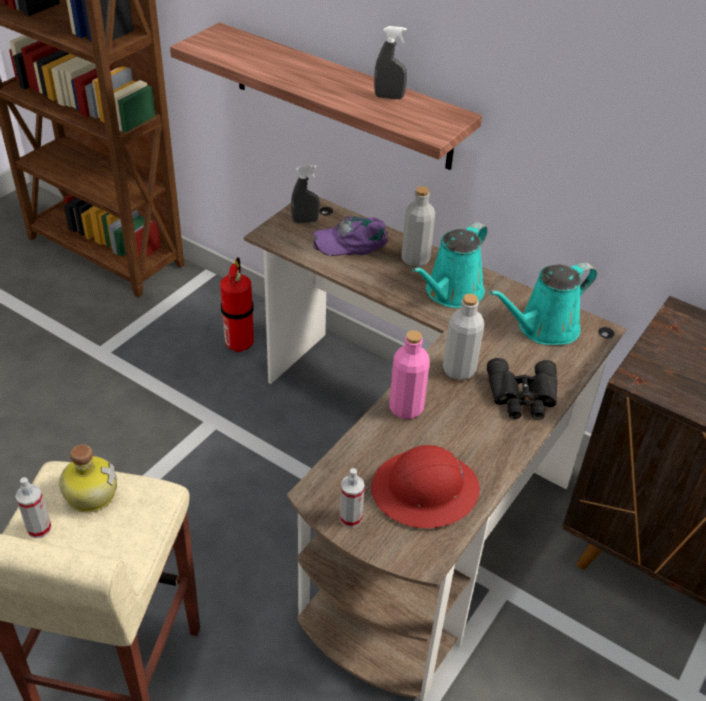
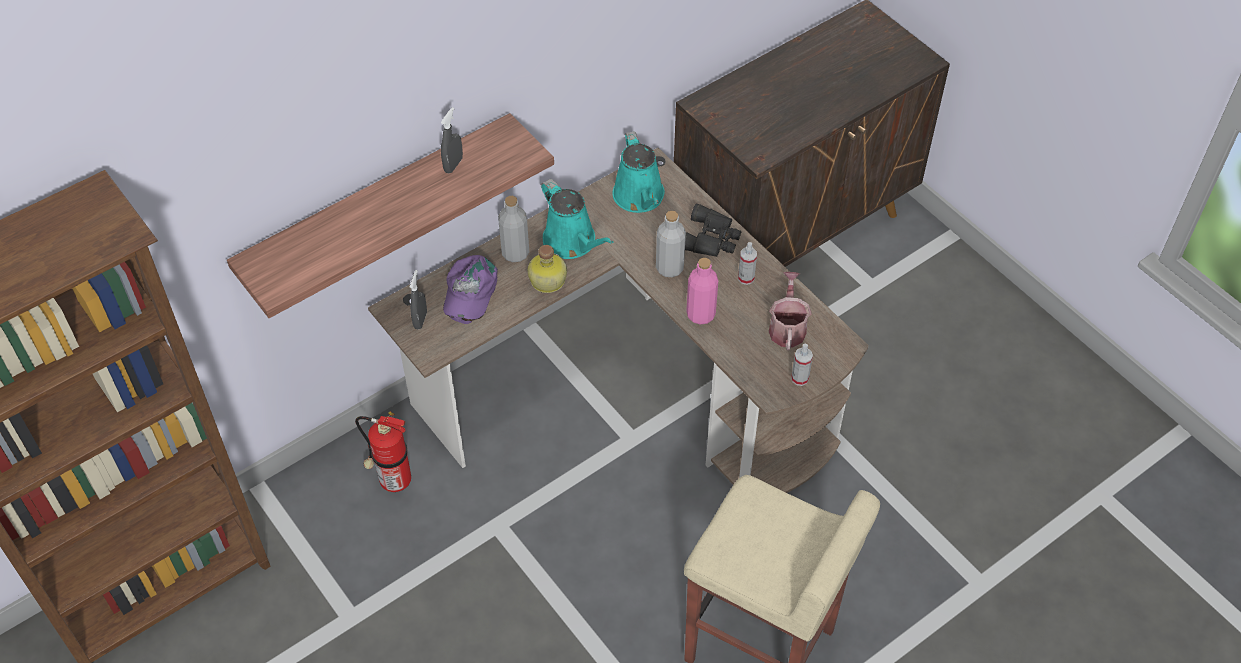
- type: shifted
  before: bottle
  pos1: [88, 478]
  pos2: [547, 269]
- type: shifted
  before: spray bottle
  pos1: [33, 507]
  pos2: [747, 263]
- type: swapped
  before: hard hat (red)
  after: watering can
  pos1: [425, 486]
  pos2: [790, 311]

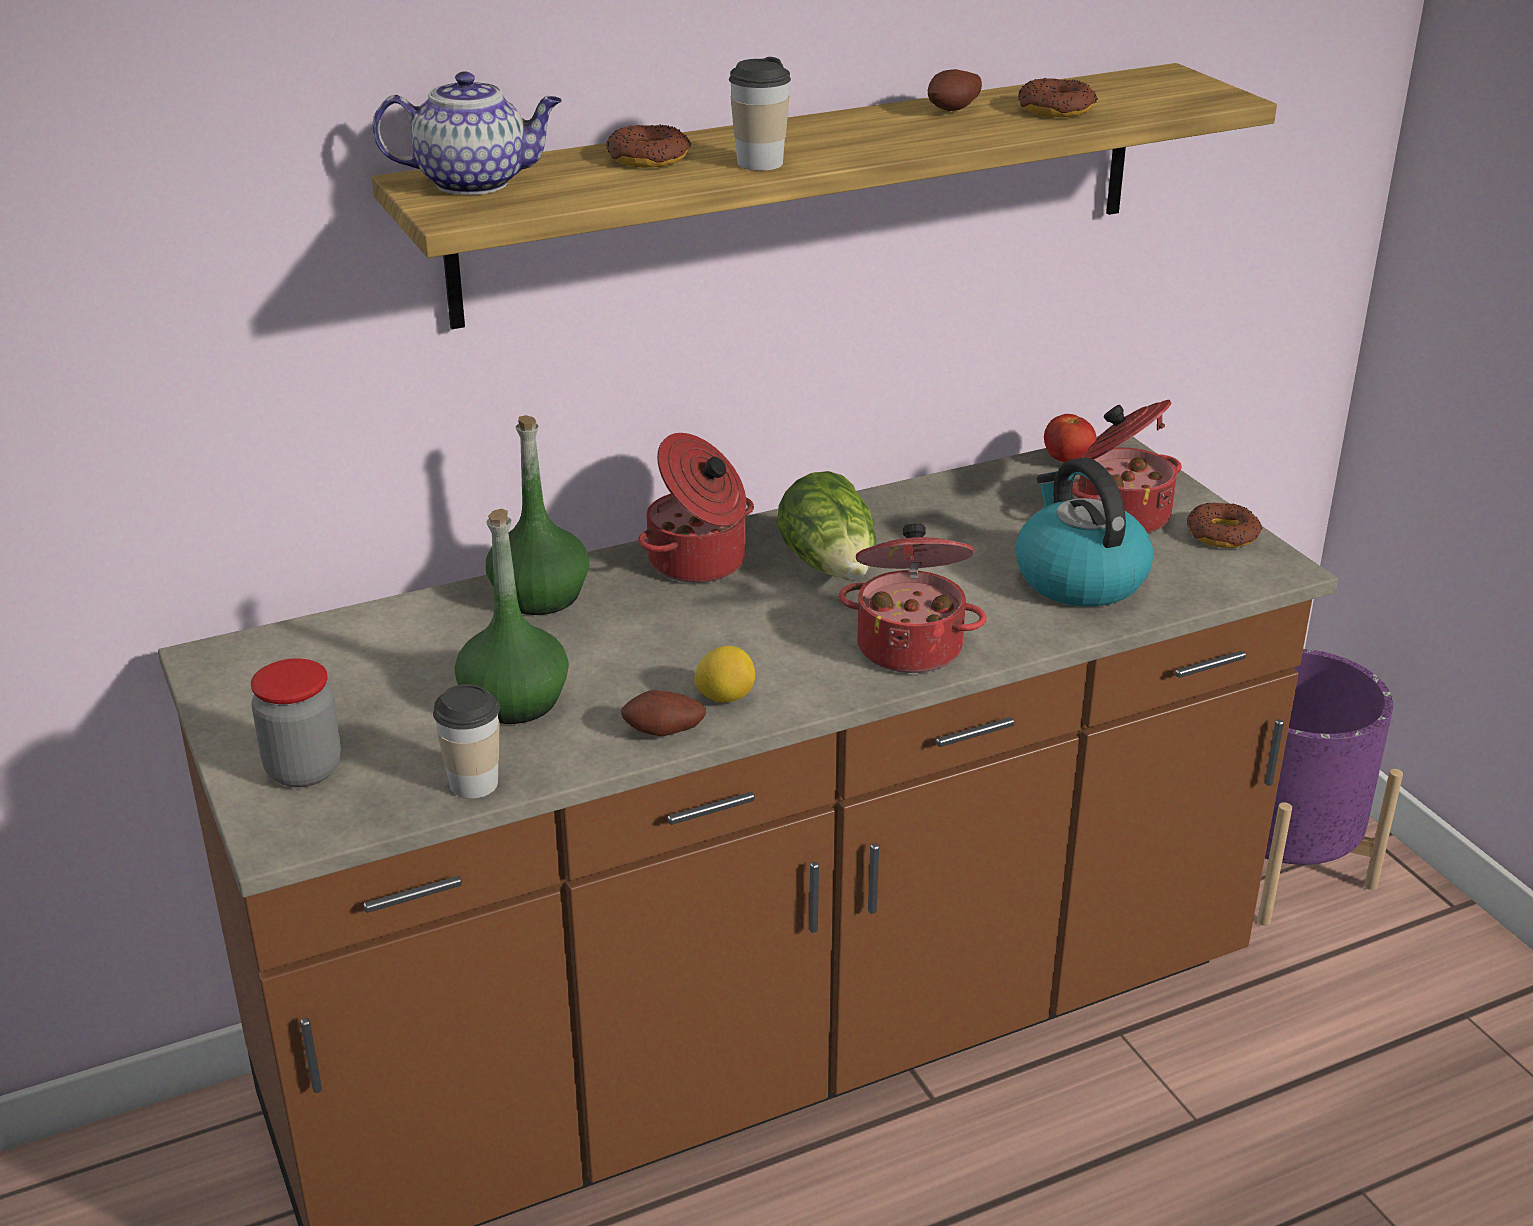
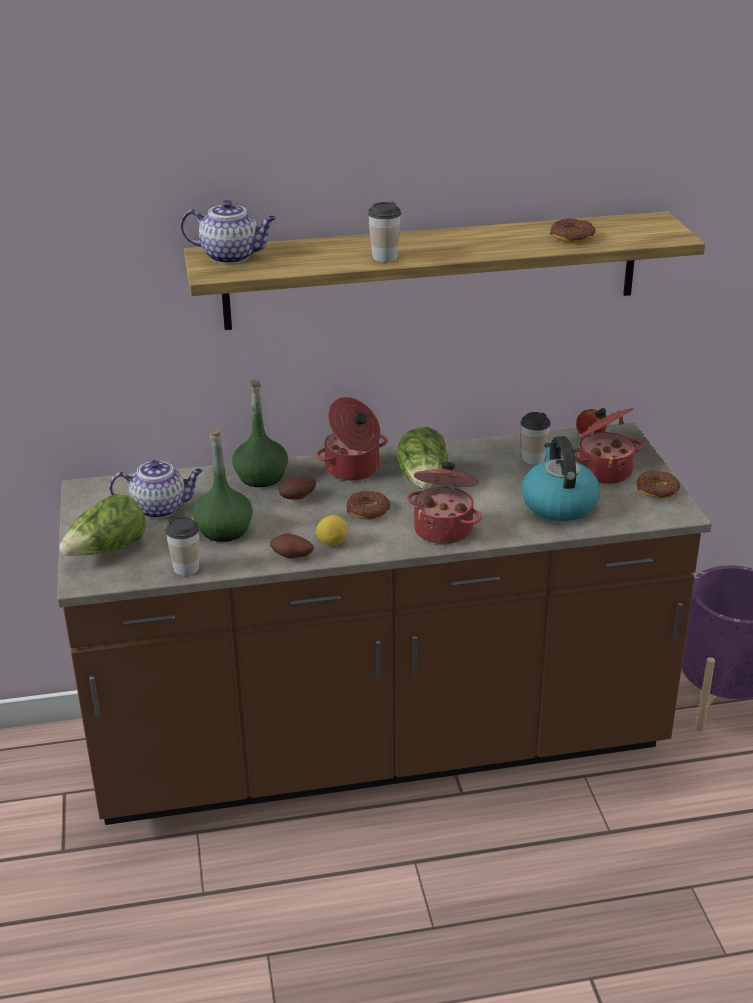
- type: swapped
  before: jar
  after: lettuce
  pos1: [296, 723]
  pos2: [102, 525]
- type: new
  after: teapot
  pos2: [156, 489]
- type: shifted
  before: potato
  pos1: [955, 90]
  pos2: [297, 488]
- type: shifted
  before: donut
  pos1: [648, 146]
  pos2: [368, 505]
- type: new
  after: cup
  pos2: [536, 438]

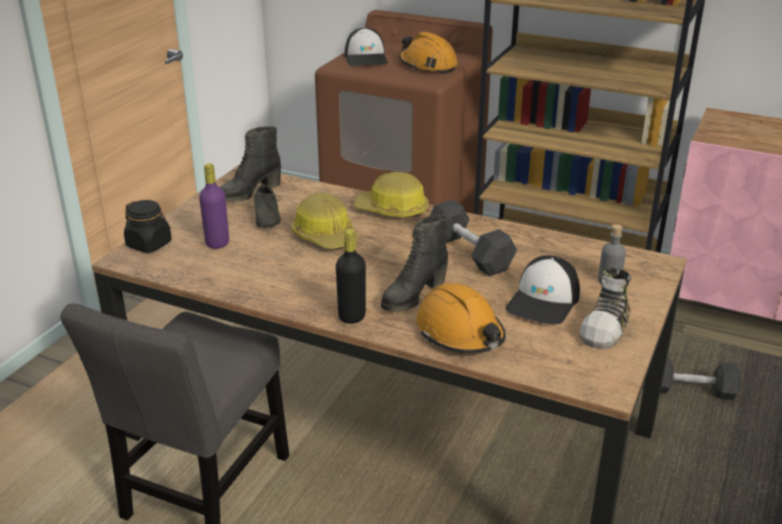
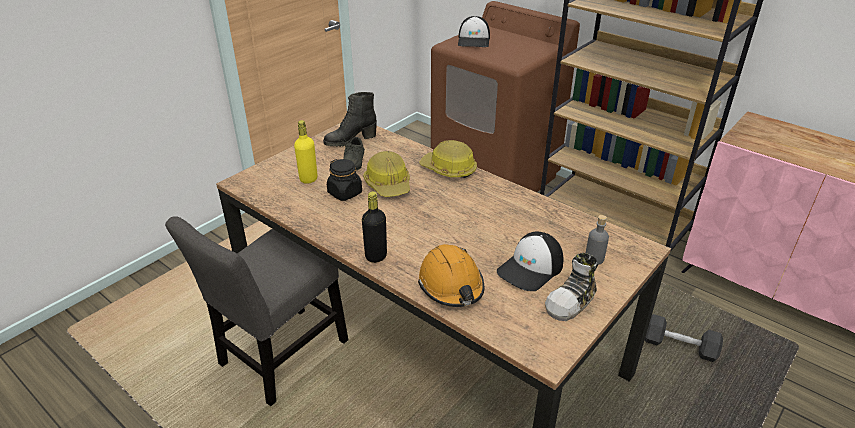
- type: repainted
  before: bottle (purple)
  after: bottle (yellow)
  pos1: [214, 206]
  pos2: [305, 152]
- type: shifted
  before: jar (black)
  pos1: [148, 226]
  pos2: [344, 180]
- type: gone
  before: boot (black)
  pos1: [414, 263]
- type: gone
  before: hard hat (orange)
  pos1: [428, 53]
- type: gone
  before: dumbbell (black)
  pos1: [473, 238]

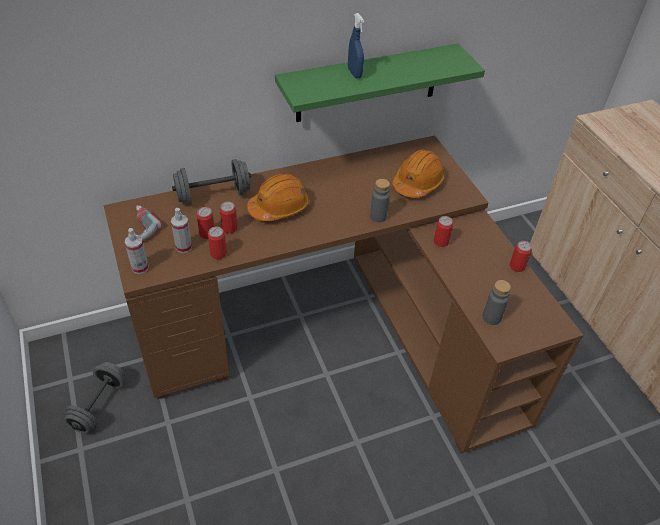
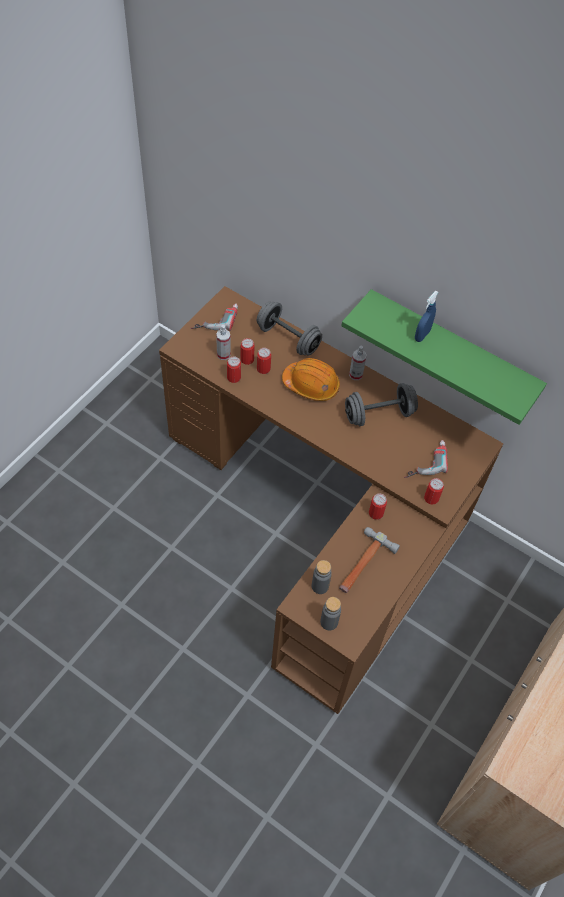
- type: shifted
  before: bottle (grey)
  pos1: [380, 200]
  pos2: [330, 613]
- type: new
  after: hammer
  pos2: [369, 560]
- type: shifted
  before: dumbbell (grey)
  pos1: [94, 398]
  pos2: [381, 404]
- type: shifted
  before: spray bottle
  pos1: [137, 251]
  pos2: [358, 363]
- type: swapped
  before: hard hat (orange)
  after: power drill
  pos1: [418, 173]
  pos2: [426, 459]
- type: shifted
  before: can
  pos1: [520, 256]
  pos2: [434, 491]

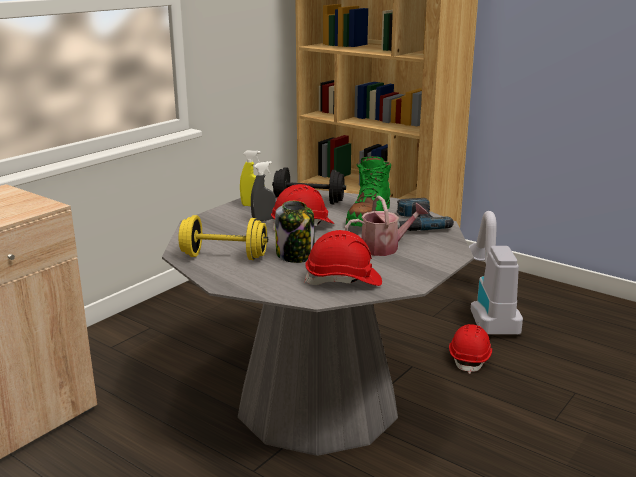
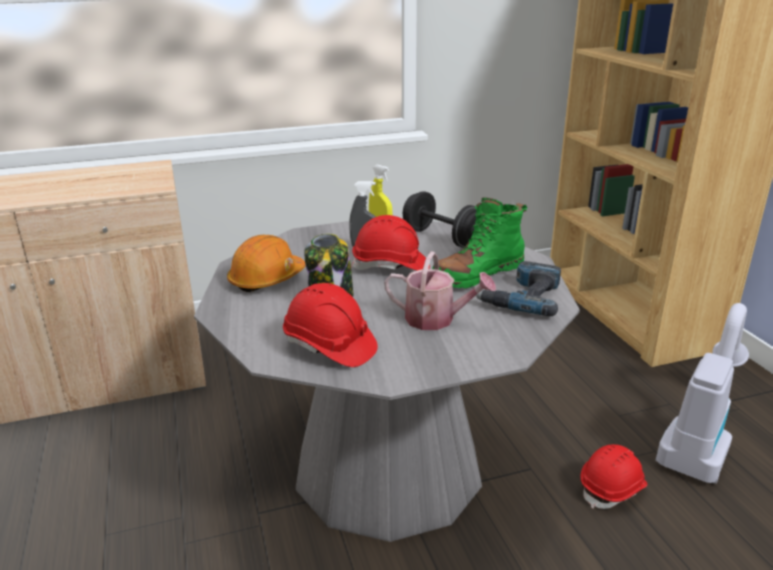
- type: swapped
  before: dumbbell (yellow)
  after: hard hat (orange)
  pos1: [223, 237]
  pos2: [266, 263]

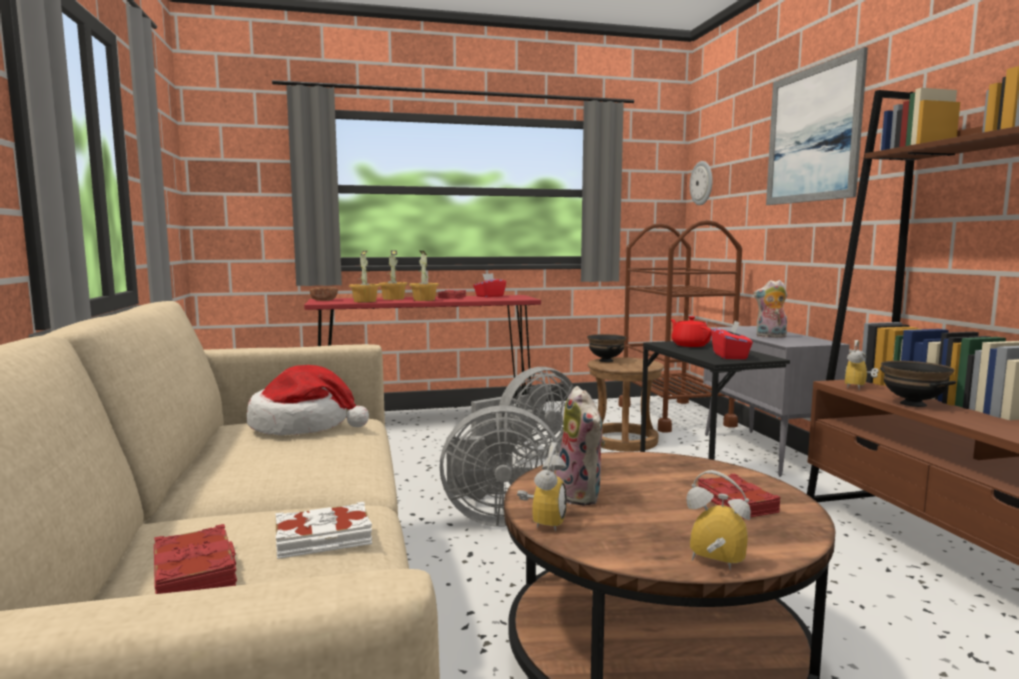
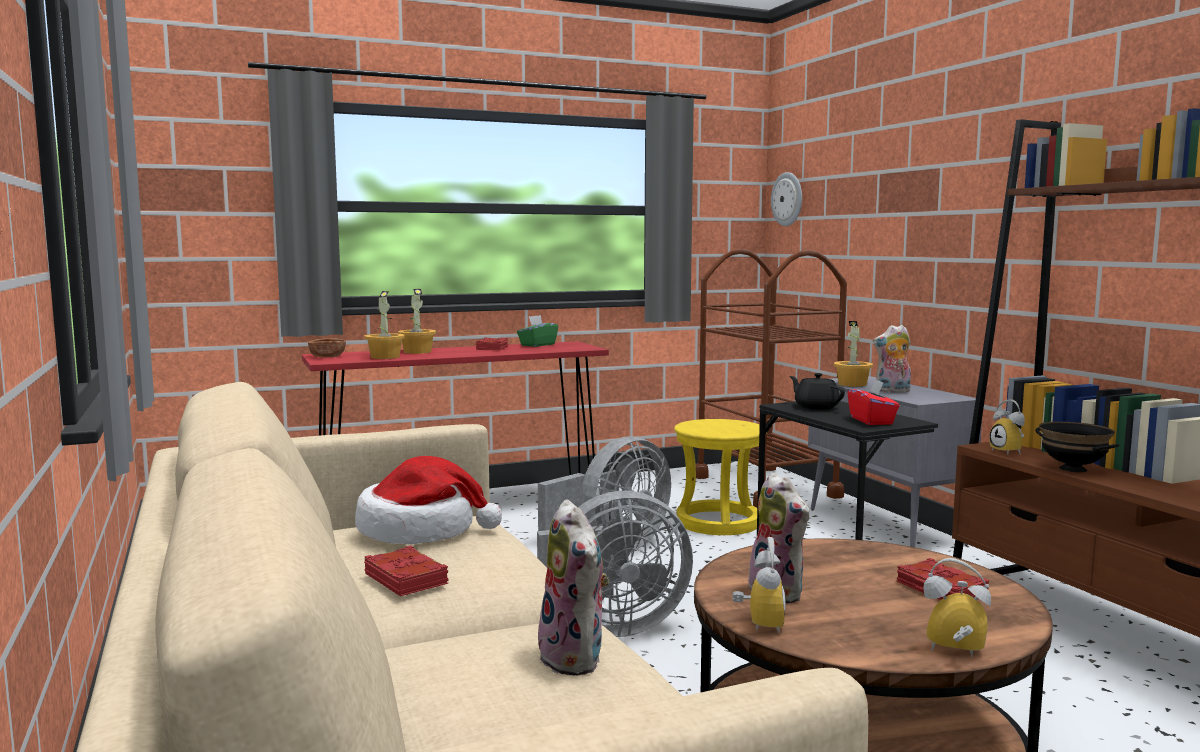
- type: shifted
  before: book (red)
  pos1: [195, 559]
  pos2: [406, 570]
- type: repainted
  before: tissue box (red)
  after: tissue box (green)
  pos1: [489, 285]
  pos2: [537, 331]
- type: swapped
  before: book (white)
  after: plush toy
  pos1: [323, 530]
  pos2: [573, 587]
- type: repainted
  before: stool (brown)
  after: stool (yellow)
  pos1: [626, 404]
  pos2: [720, 477]
- type: repainted
  before: teapot (red)
  after: teapot (black)
  pos1: [691, 331]
  pos2: [817, 391]
- type: shifted
  before: potted plant
  pos1: [424, 276]
  pos2: [853, 354]
- type: rotated
  before: alarm clock
  pos1: [862, 365]
  pos2: [1007, 427]
  turn: -45
- type: gone
  before: bowl (black)
  pos1: [607, 348]
- type: gone
  before: picture
  pos1: [817, 126]

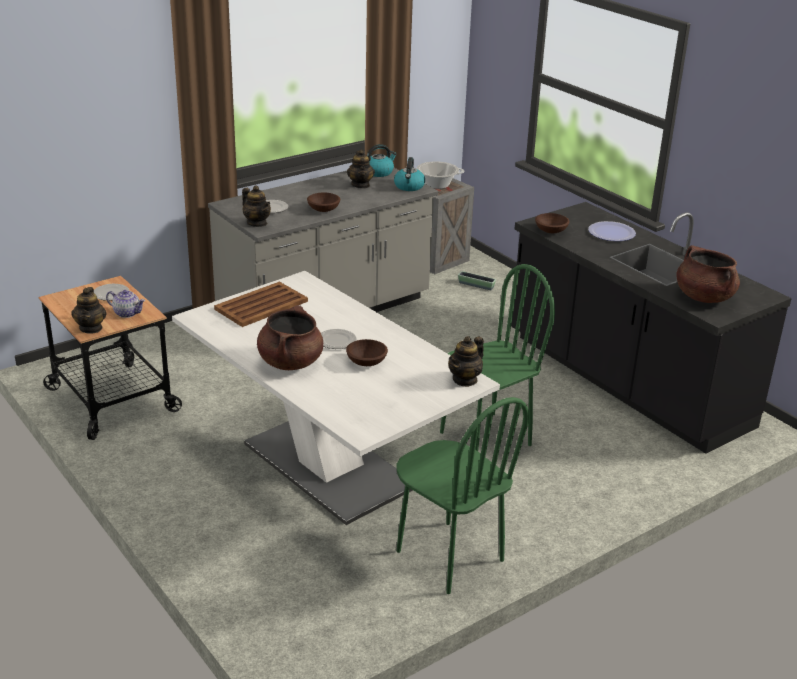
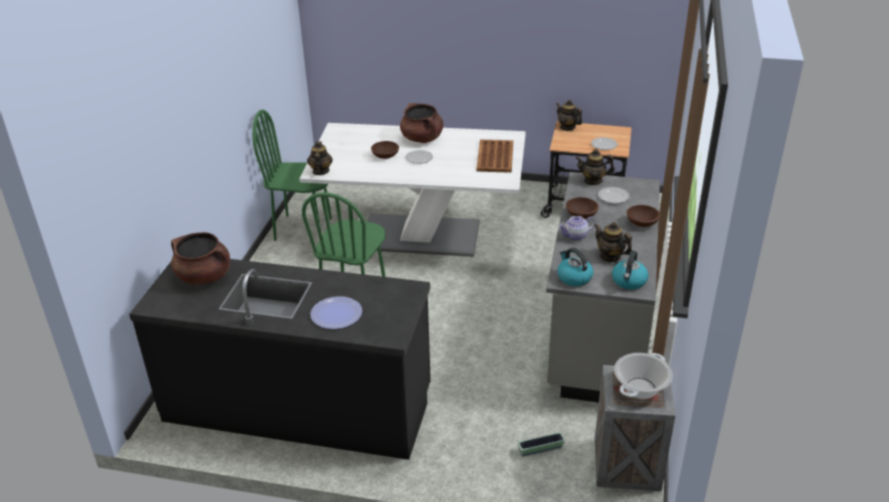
- type: shifted
  before: teapot
  pos1: [125, 304]
  pos2: [576, 228]
- type: shifted
  before: bowl (brown)
  pos1: [552, 223]
  pos2: [643, 216]

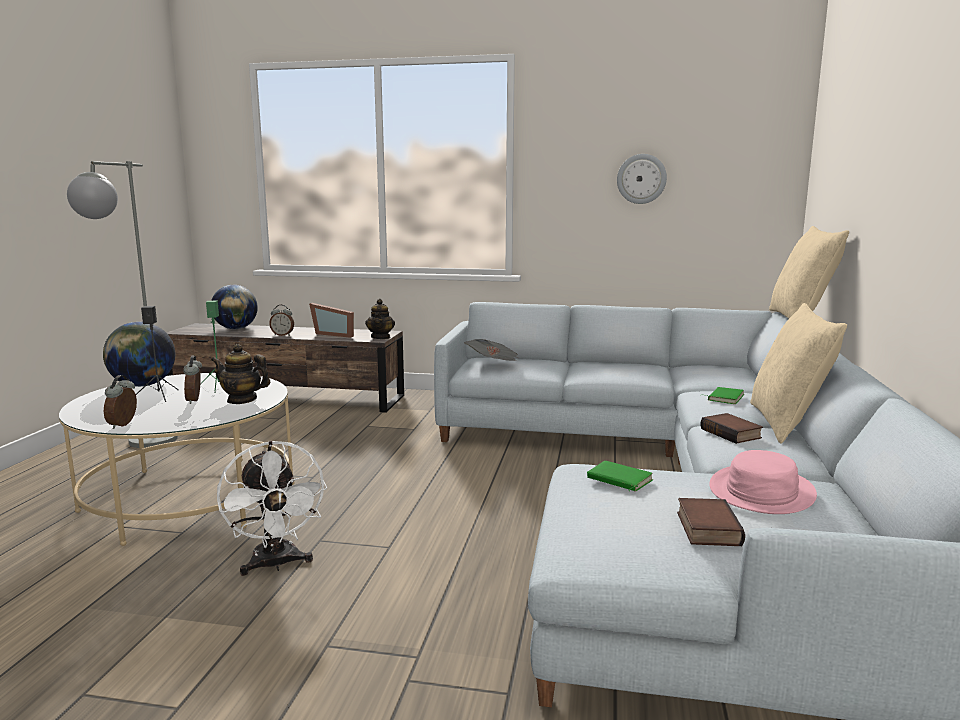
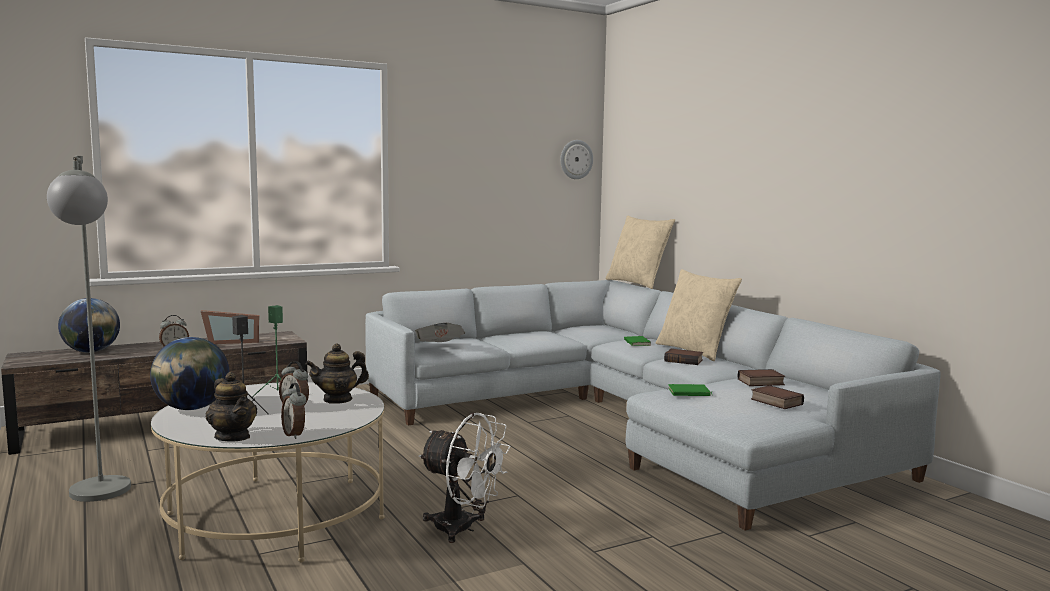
- type: shifted
  before: teapot
  pos1: [380, 319]
  pos2: [231, 406]
- type: shifted
  before: wall clock
  pos1: [642, 179]
  pos2: [576, 159]
- type: swapped
  before: hat (pink)
  after: book
  pos1: [763, 482]
  pos2: [761, 377]

